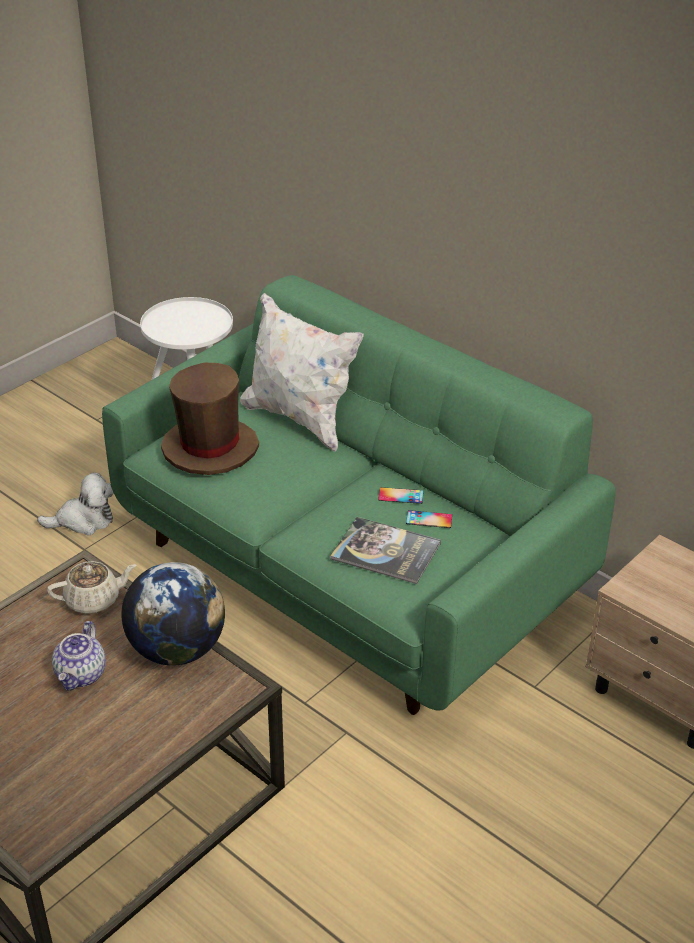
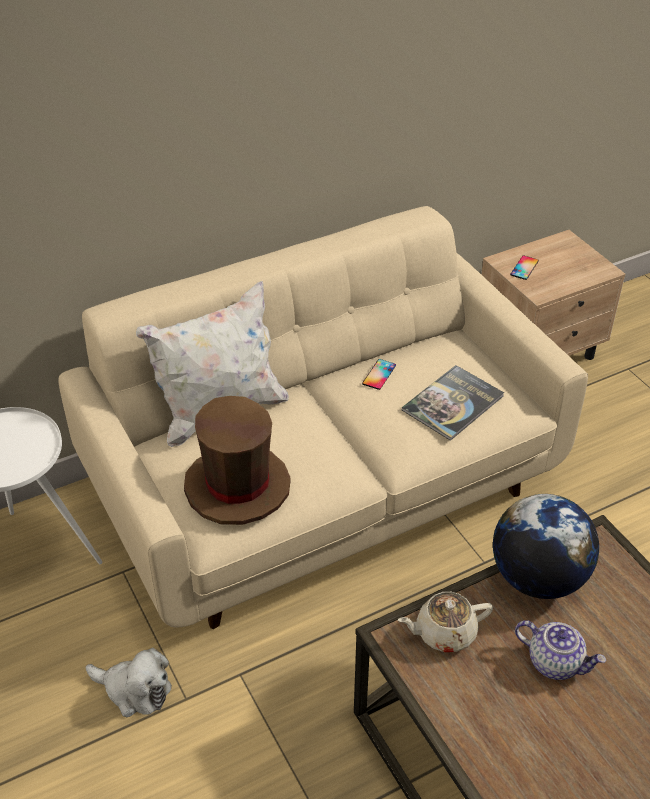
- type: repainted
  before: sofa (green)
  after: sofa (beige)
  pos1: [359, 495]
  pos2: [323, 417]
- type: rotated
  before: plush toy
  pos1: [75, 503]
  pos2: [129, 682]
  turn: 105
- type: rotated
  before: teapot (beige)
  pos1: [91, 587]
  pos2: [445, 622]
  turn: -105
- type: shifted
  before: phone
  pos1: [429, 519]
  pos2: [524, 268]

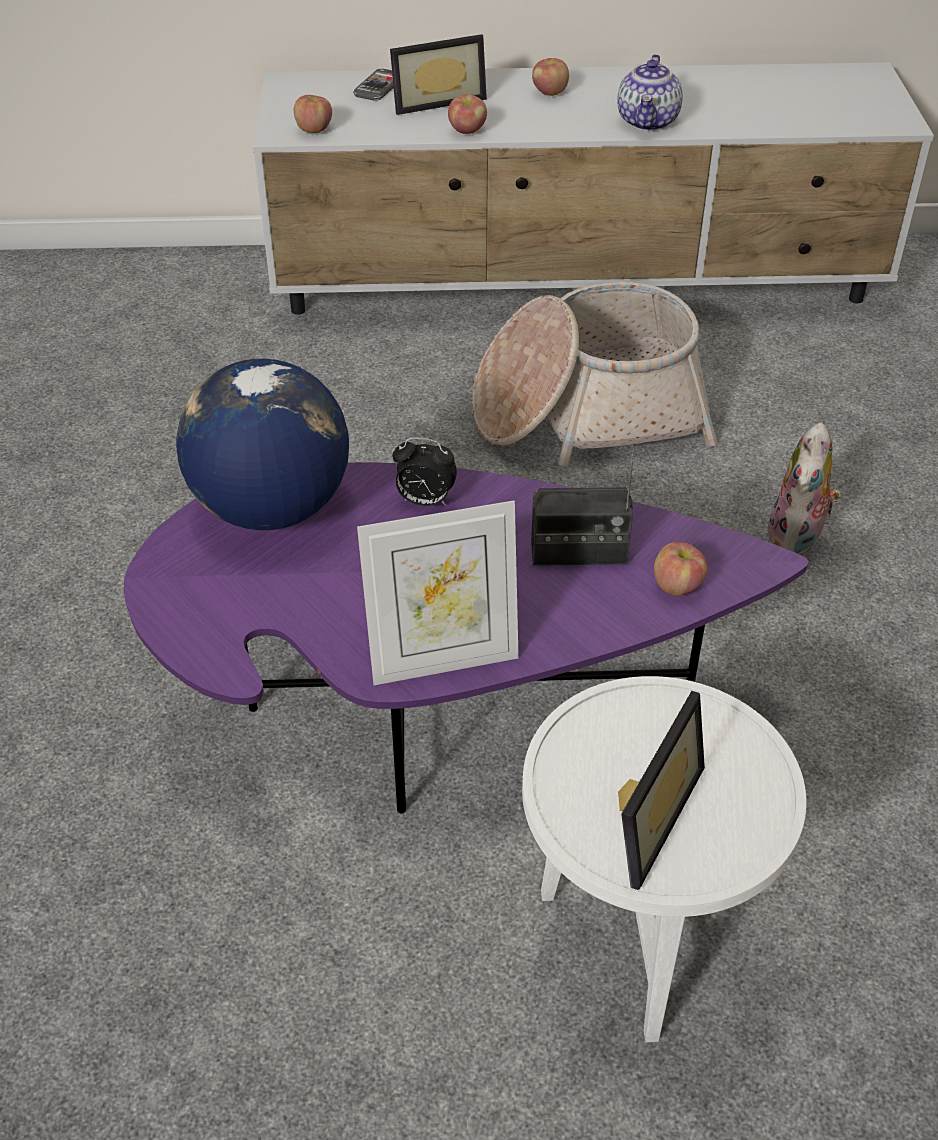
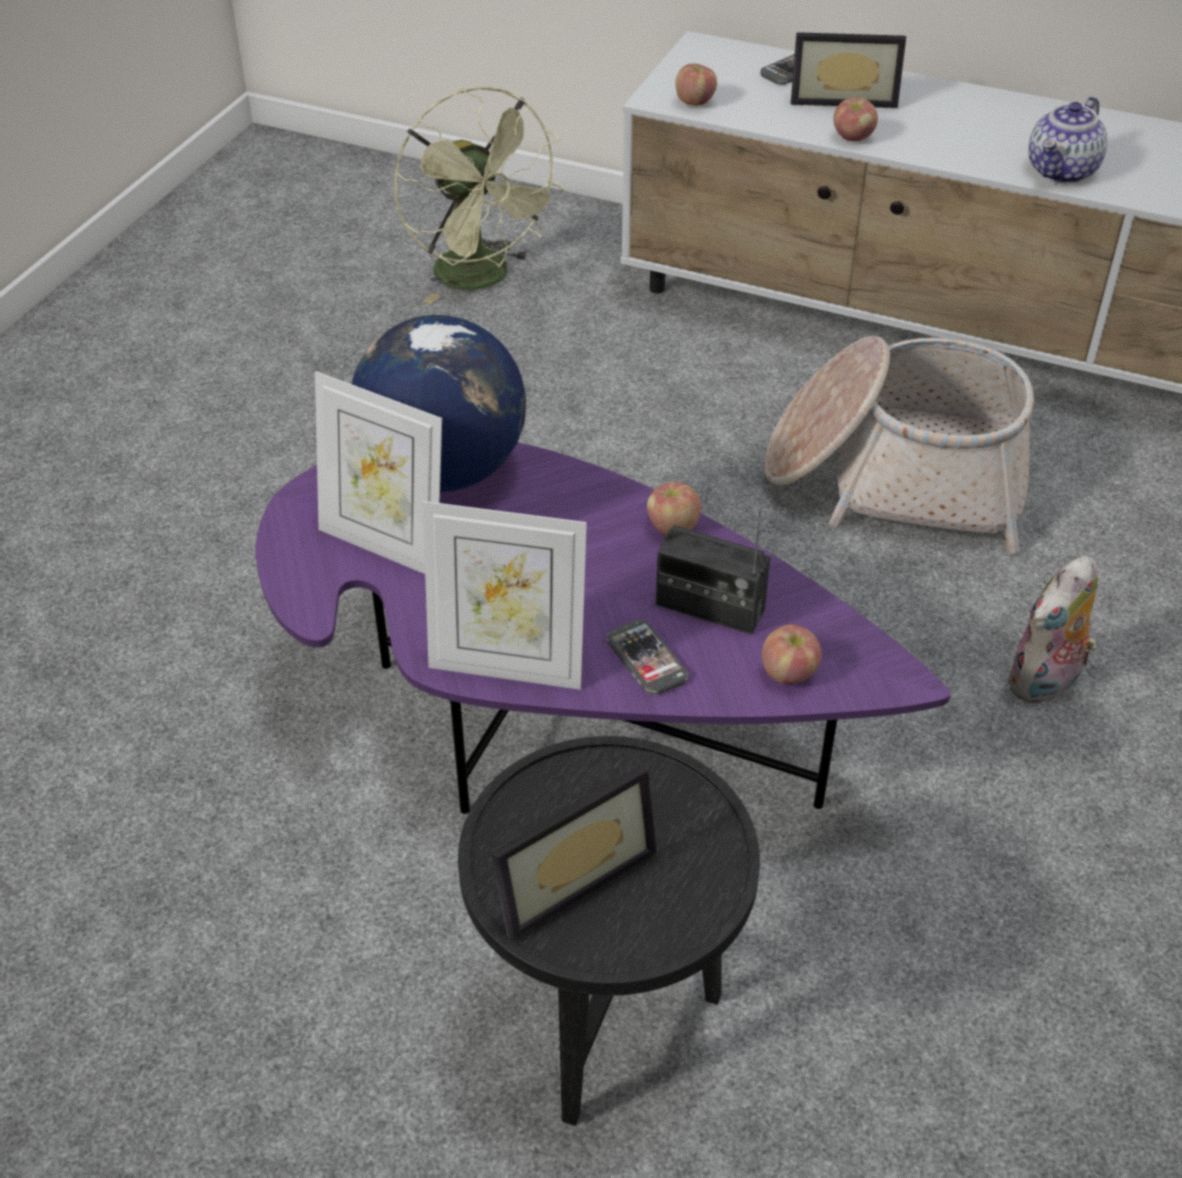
- type: new
  after: picture frame
  pos2: [378, 472]
- type: new
  after: fan (green)
  pos2: [479, 195]
- type: repainted
  before: side table (white)
  after: side table (black)
  pos1: [664, 859]
  pos2: [609, 931]
- type: new
  after: phone
  pos2: [647, 657]
- type: shifted
  before: apple
  pos1: [550, 77]
  pos2: [674, 508]
- type: gone
  before: alarm clock
  pos1: [424, 471]

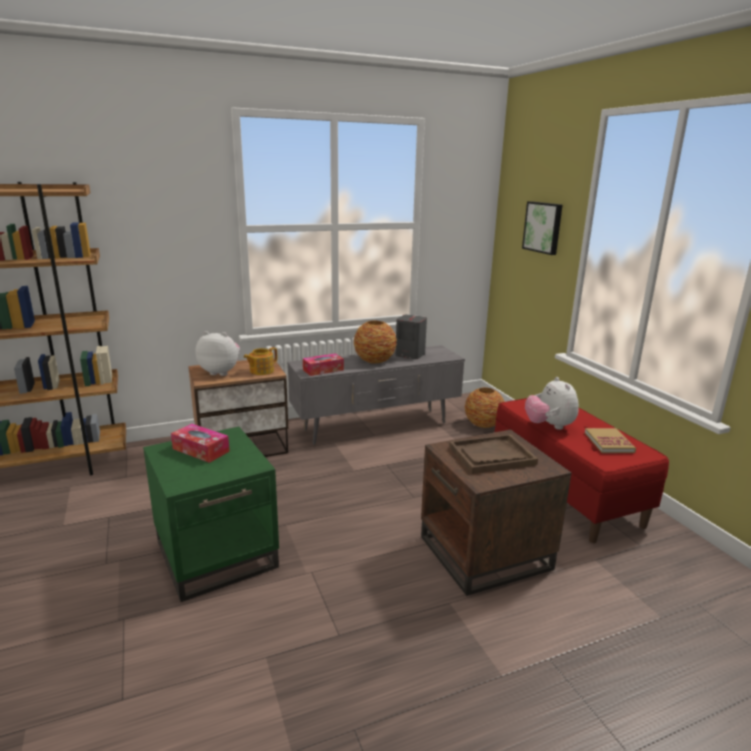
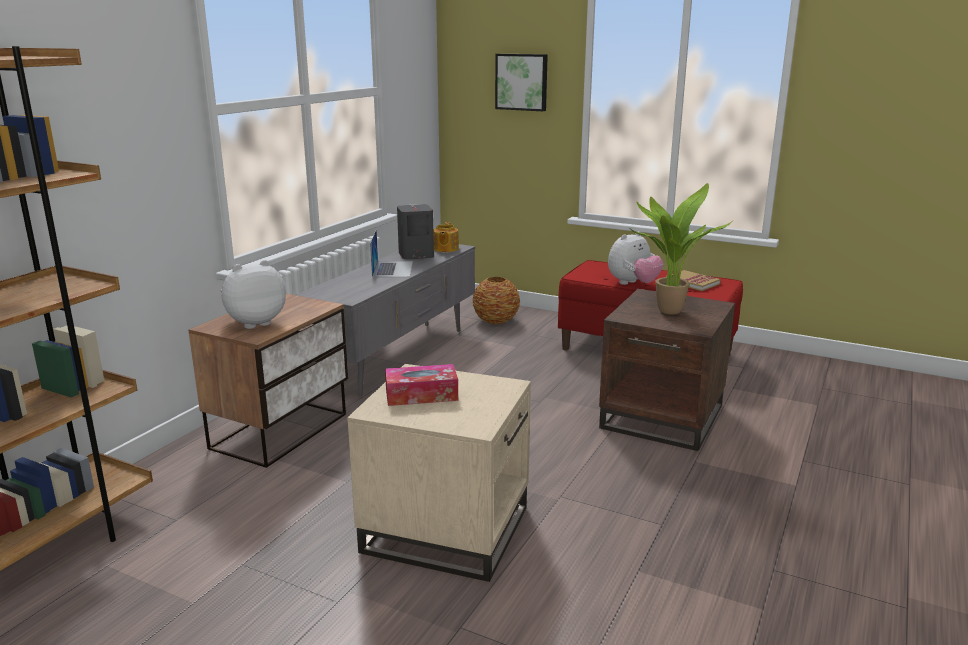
- type: repainted
  before: side table (green)
  after: side table (beige)
  pos1: [211, 514]
  pos2: [439, 473]
- type: swapped
  before: vase
  after: laptop
  pos1: [375, 341]
  pos2: [391, 253]
- type: shifted
  before: teapot
  pos1: [260, 361]
  pos2: [446, 237]
- type: rotated
  before: plush toy
  pos1: [552, 403]
  pos2: [636, 258]
  turn: -75
- type: swapped
  before: tray (brown)
  after: potted plant
  pos1: [493, 454]
  pos2: [681, 249]
- type: gone
  before: tissue box
  pos1: [323, 364]

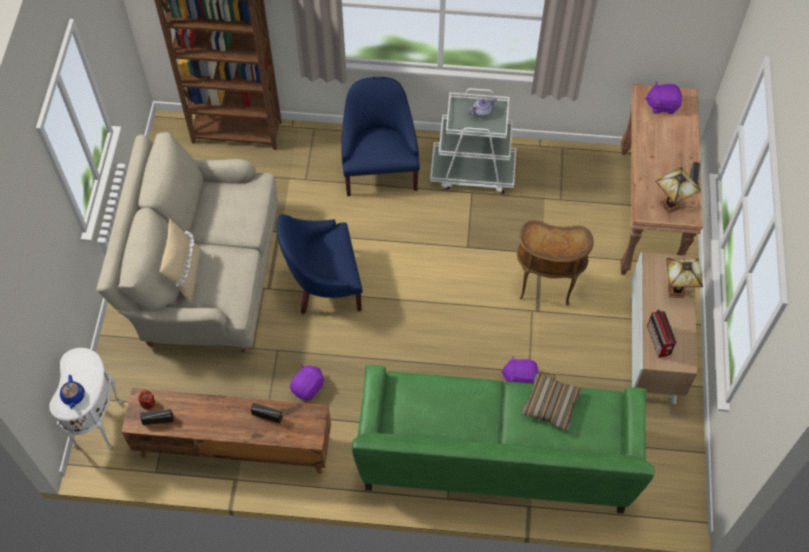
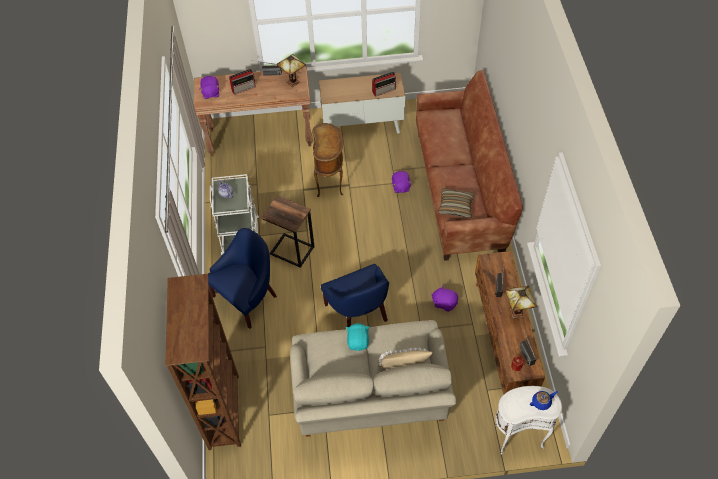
- type: rotated
  before: armchair (blue)
  pos1: [380, 136]
  pos2: [242, 278]
  turn: 150
- type: new
  after: radio
  pos2: [242, 82]
- type: new
  after: side table
  pos2: [288, 231]
- type: new
  after: plush toy (turquoise)
  pos2: [357, 337]
- type: repainted
  before: sofa (green)
  after: sofa (brown)
  pos1: [503, 439]
  pos2: [469, 165]
- type: shifted
  before: pillow
  pos1: [551, 402]
  pos2: [456, 203]
- type: shifted
  before: table lamp
  pos1: [684, 278]
  pos2: [521, 302]

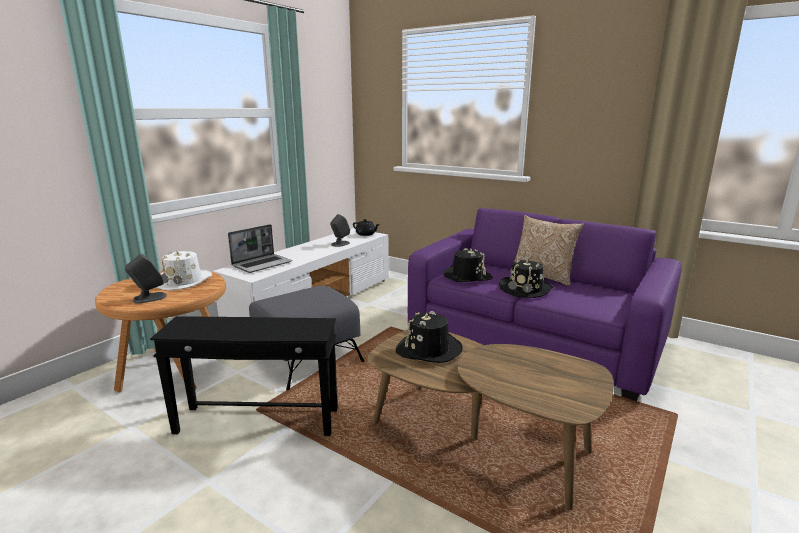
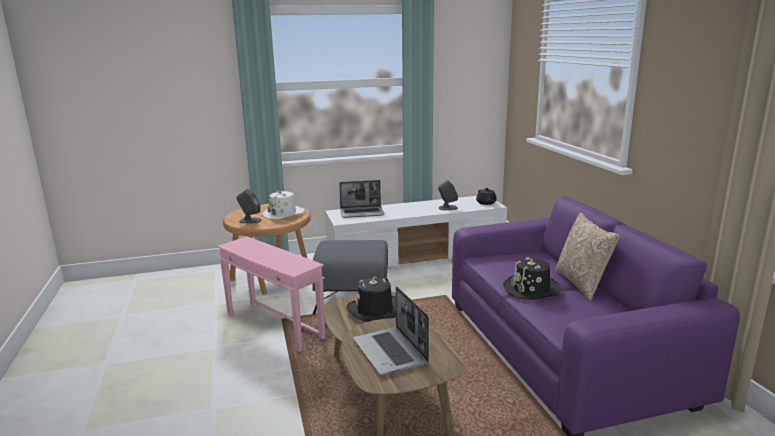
- type: repainted
  before: side table (black)
  after: side table (pink)
  pos1: [243, 376]
  pos2: [271, 294]
- type: new
  after: laptop
  pos2: [391, 330]
- type: gone
  before: hat (black)
  pos1: [468, 265]

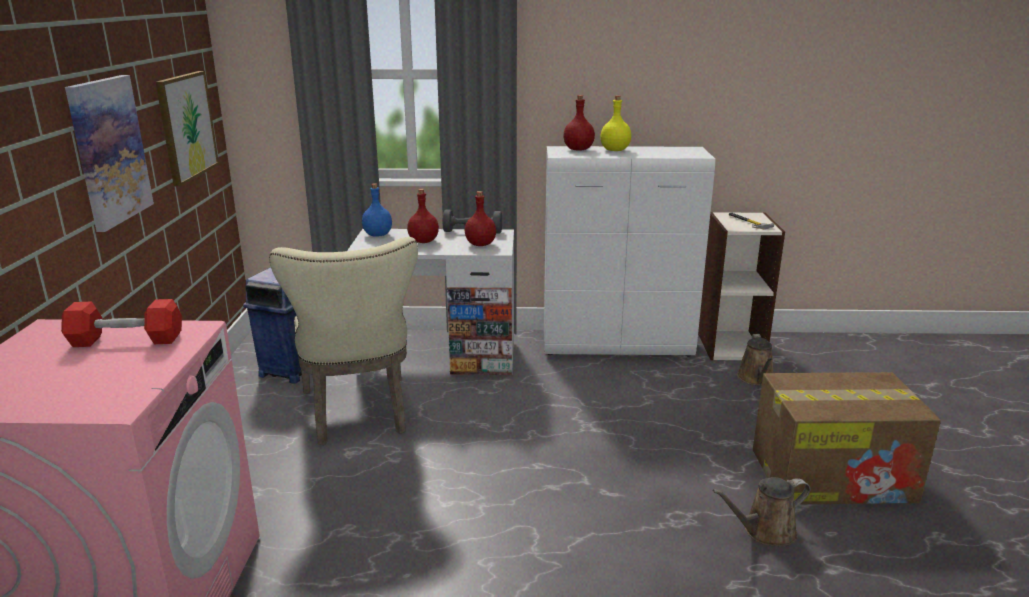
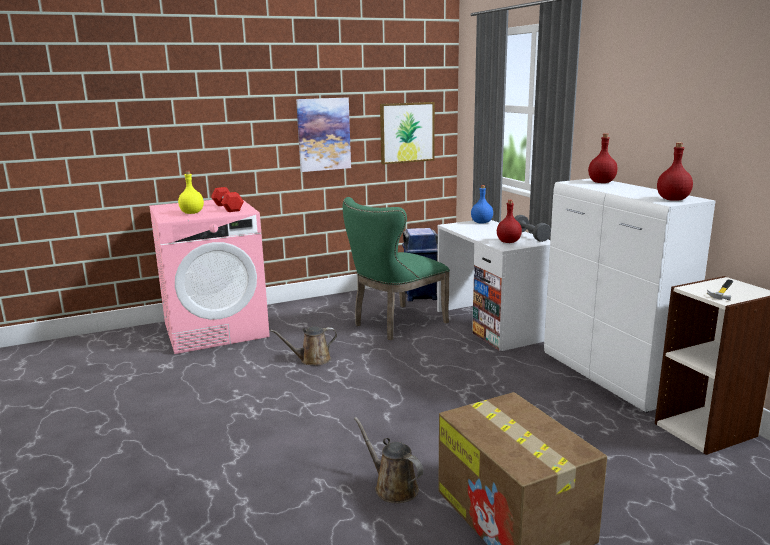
- type: shifted
  before: bottle (yellow)
  pos1: [615, 123]
  pos2: [191, 192]
- type: shifted
  before: watering can (brown)
  pos1: [755, 360]
  pos2: [303, 345]
- type: repainted
  before: chair (beige)
  after: chair (green)
  pos1: [343, 341]
  pos2: [396, 268]
- type: shifted
  before: bottle (red)
  pos1: [423, 216]
  pos2: [675, 172]

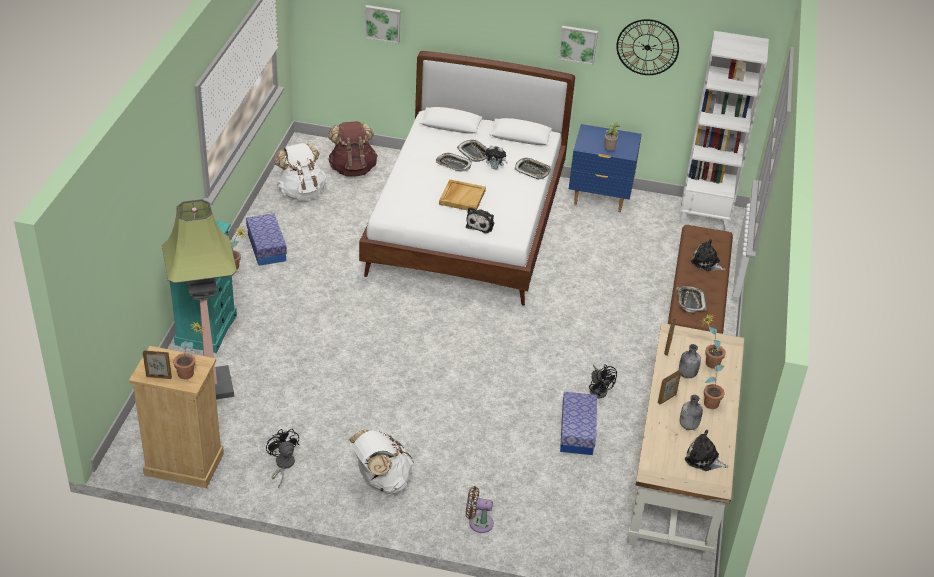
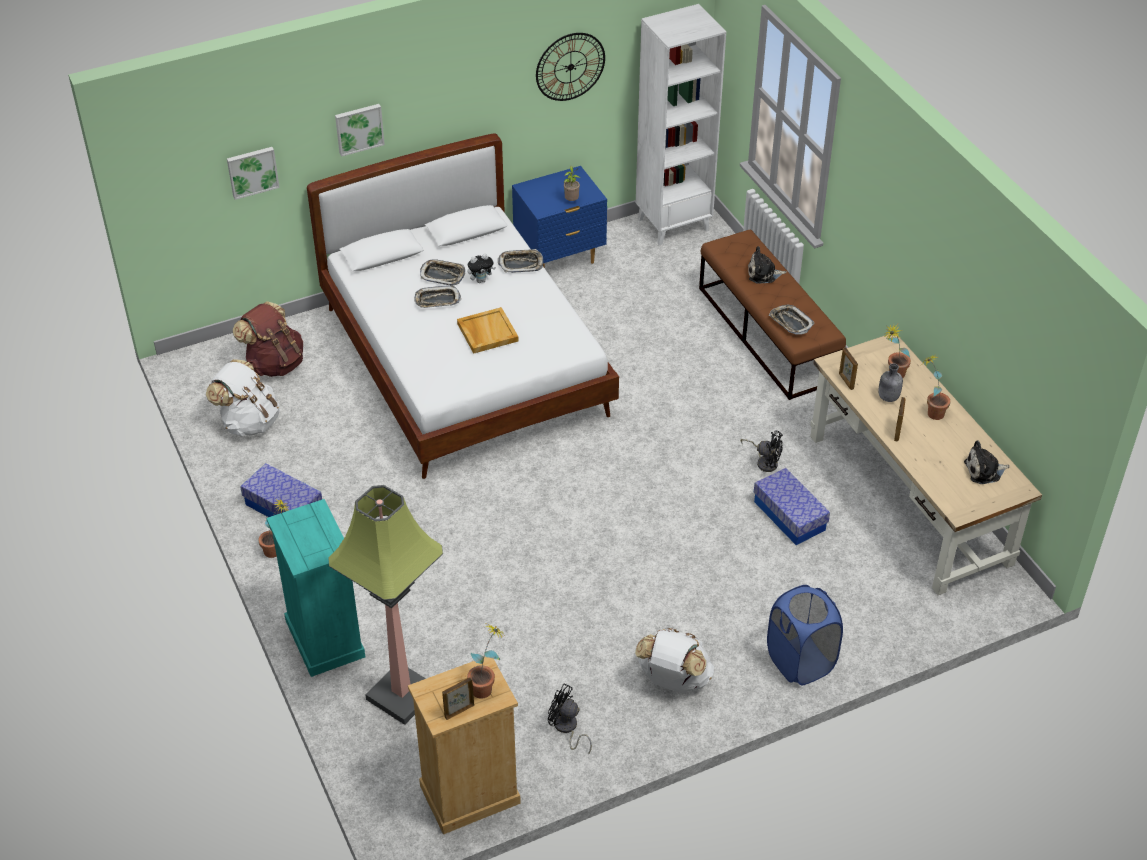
- type: shifted
  before: picture
  pos1: [578, 45]
  pos2: [360, 130]
- type: swapped
  before: fan (brown)
  after: laundry basket (blue)
  pos1: [480, 509]
  pos2: [805, 635]
- type: gone
  before: plush toy
  pos1: [480, 220]
- type: gone
  before: bottle (grey)
  pos1: [691, 412]

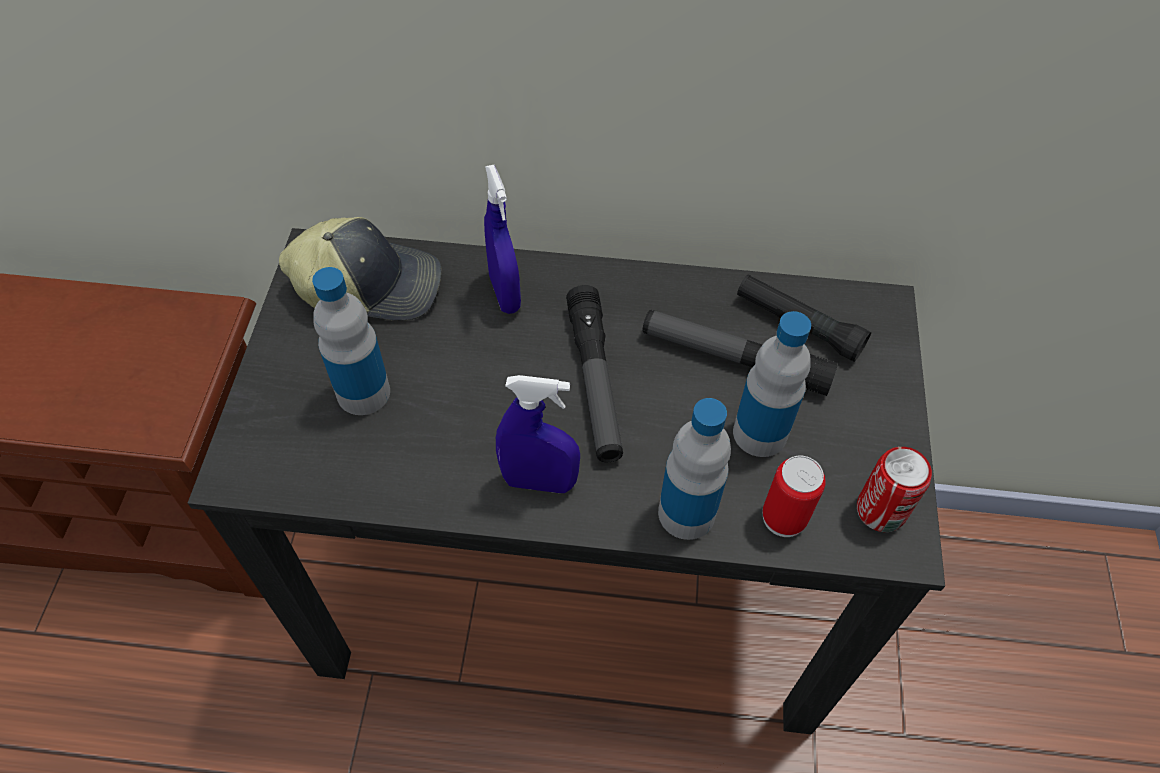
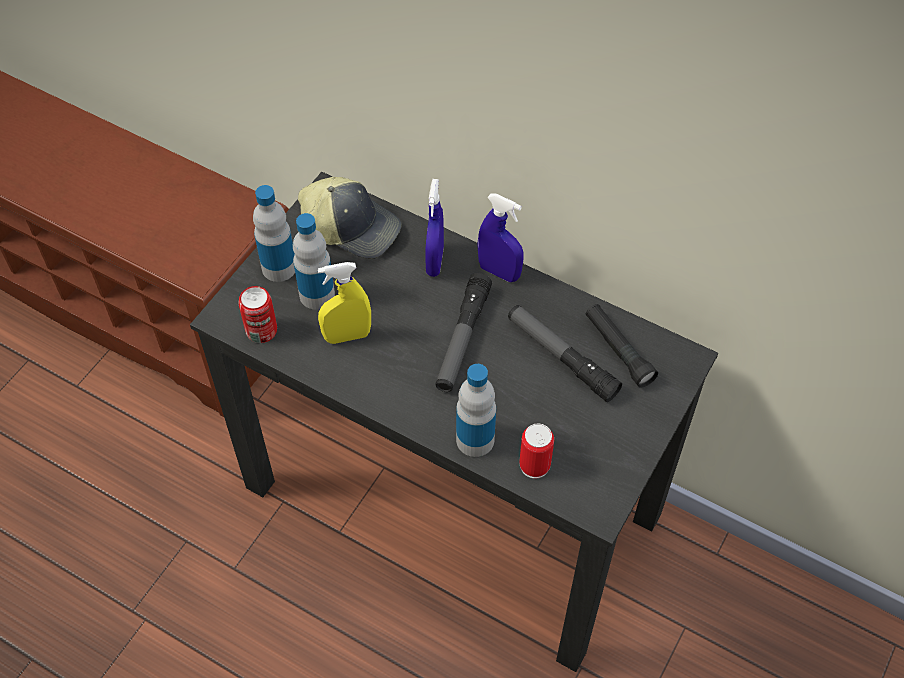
- type: shifted
  before: can
  pos1: [894, 489]
  pos2: [257, 314]
- type: shifted
  before: bottle
  pos1: [772, 384]
  pos2: [274, 233]
- type: new
  after: spray bottle (yellow)
  pos2: [344, 303]
- type: shifted
  before: spray bottle (blue)
  pos1: [538, 434]
  pos2: [500, 237]

